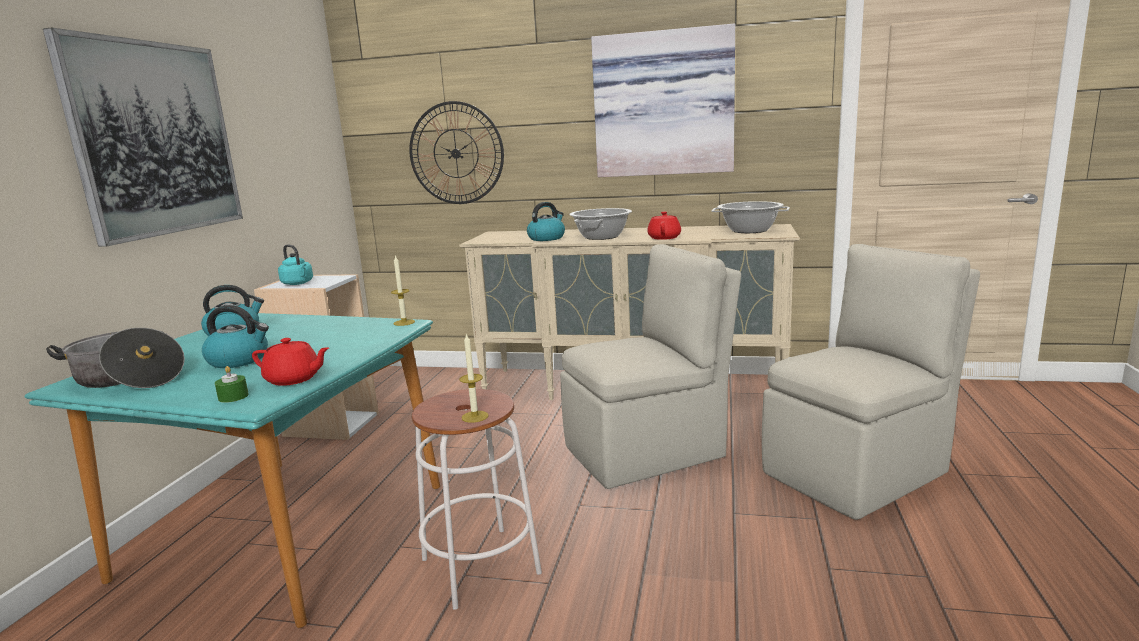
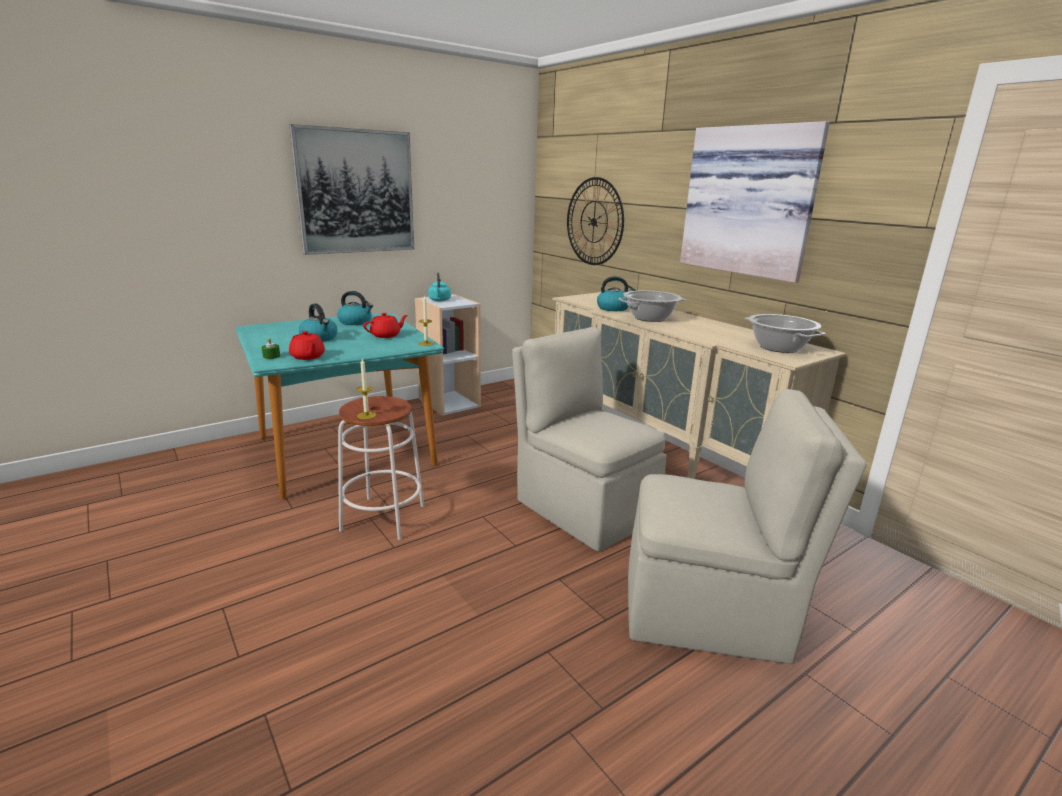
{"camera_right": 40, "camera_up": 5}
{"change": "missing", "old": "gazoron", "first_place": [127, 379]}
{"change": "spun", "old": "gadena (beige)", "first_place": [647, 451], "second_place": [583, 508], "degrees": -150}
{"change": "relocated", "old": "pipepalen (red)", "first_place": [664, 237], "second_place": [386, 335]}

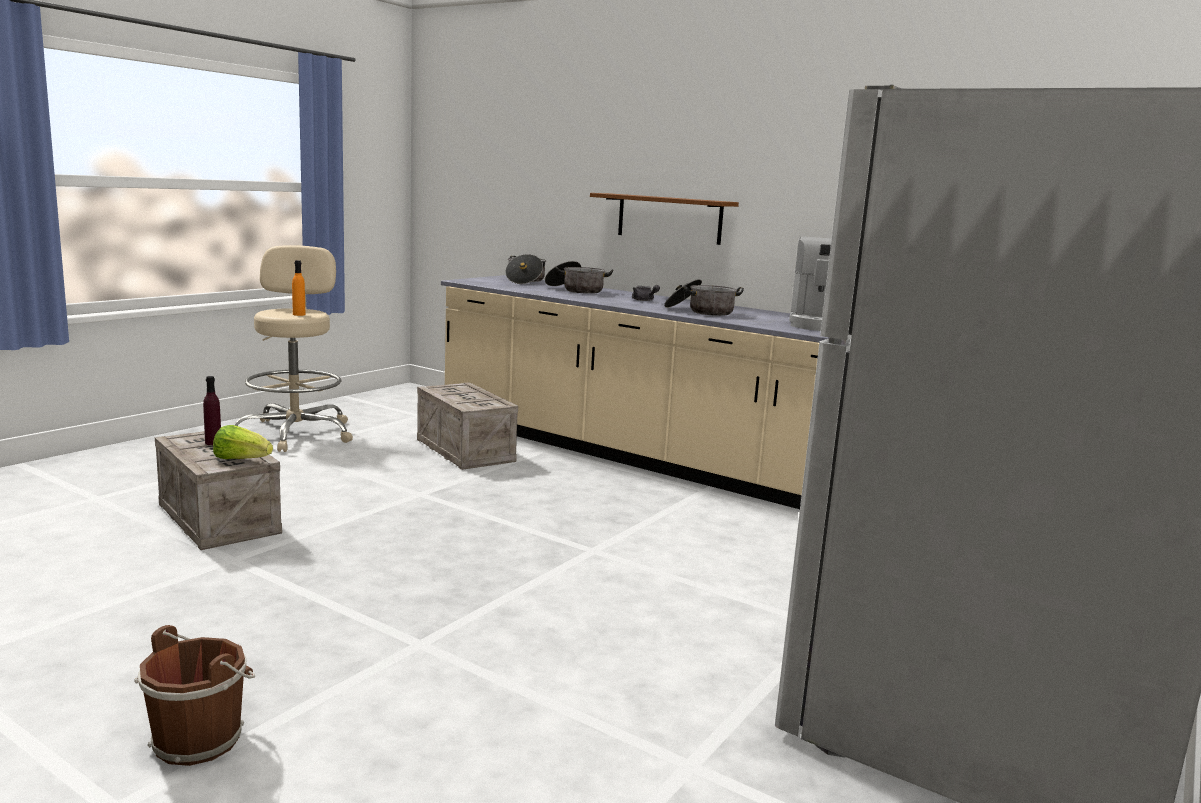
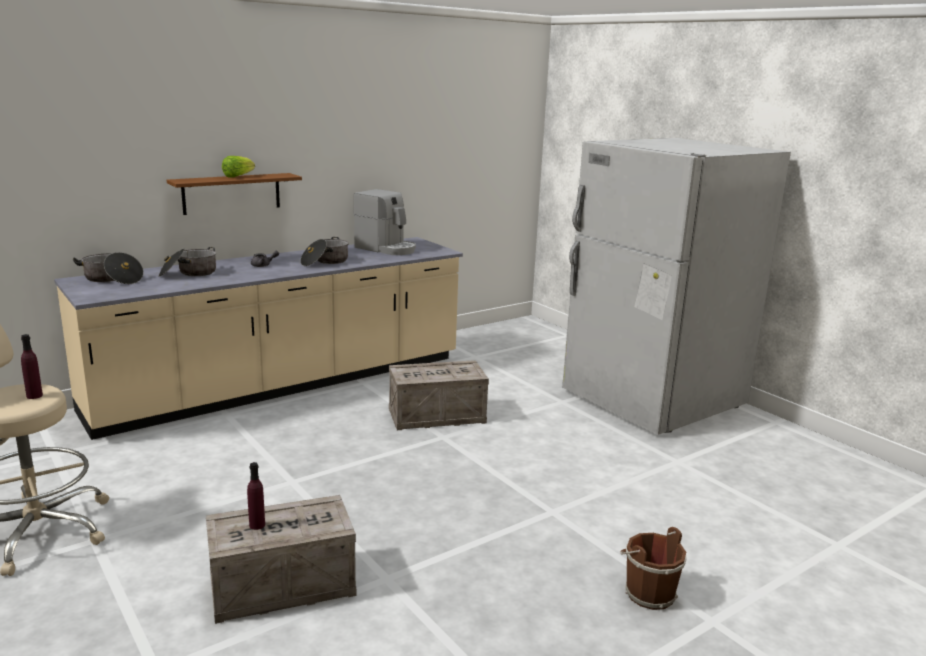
{"camera_right": -70, "camera_up": 5}
{"change": "relocated", "old": "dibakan", "first_place": [241, 460], "second_place": [238, 176]}
{"change": "colour", "old": "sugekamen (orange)", "new": "sugekamen (purple)", "first_place": [299, 314], "second_place": [34, 396]}
{"change": "relocated", "old": "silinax", "first_place": [466, 450], "second_place": [438, 415]}

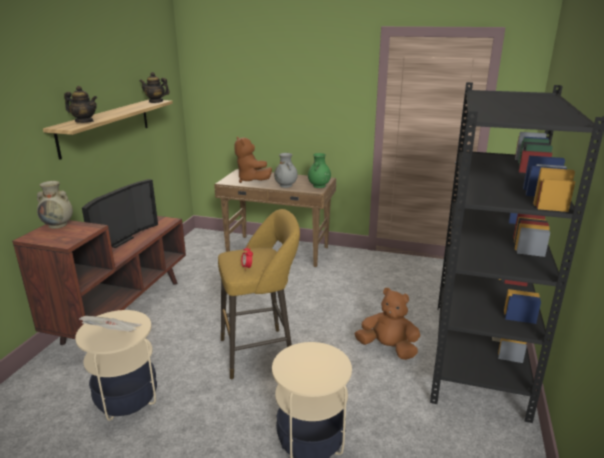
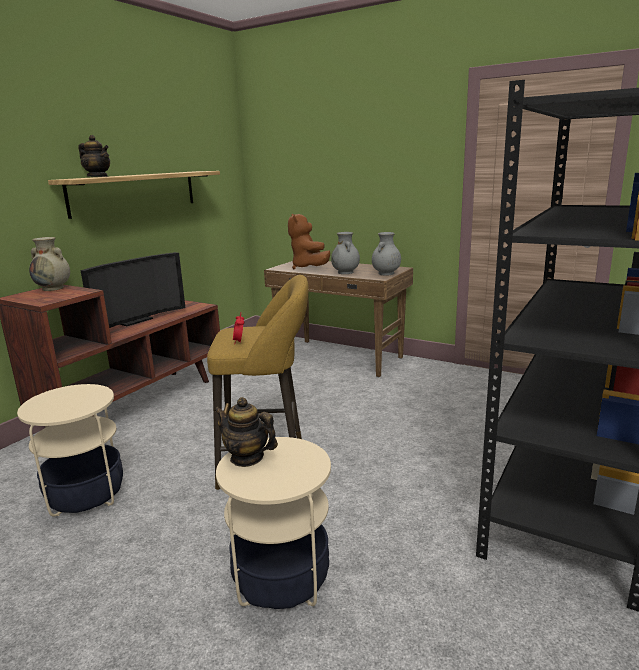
{"camera_right": 15, "camera_up": -5}
{"change": "missing", "old": "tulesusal", "first_place": [114, 335]}
{"change": "relocated", "old": "pipepalen", "first_place": [156, 101], "second_place": [247, 458]}
{"change": "colour", "old": "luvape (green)", "new": "luvape (grey)", "first_place": [319, 186], "second_place": [386, 273]}
{"change": "missing", "old": "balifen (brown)", "first_place": [388, 348]}

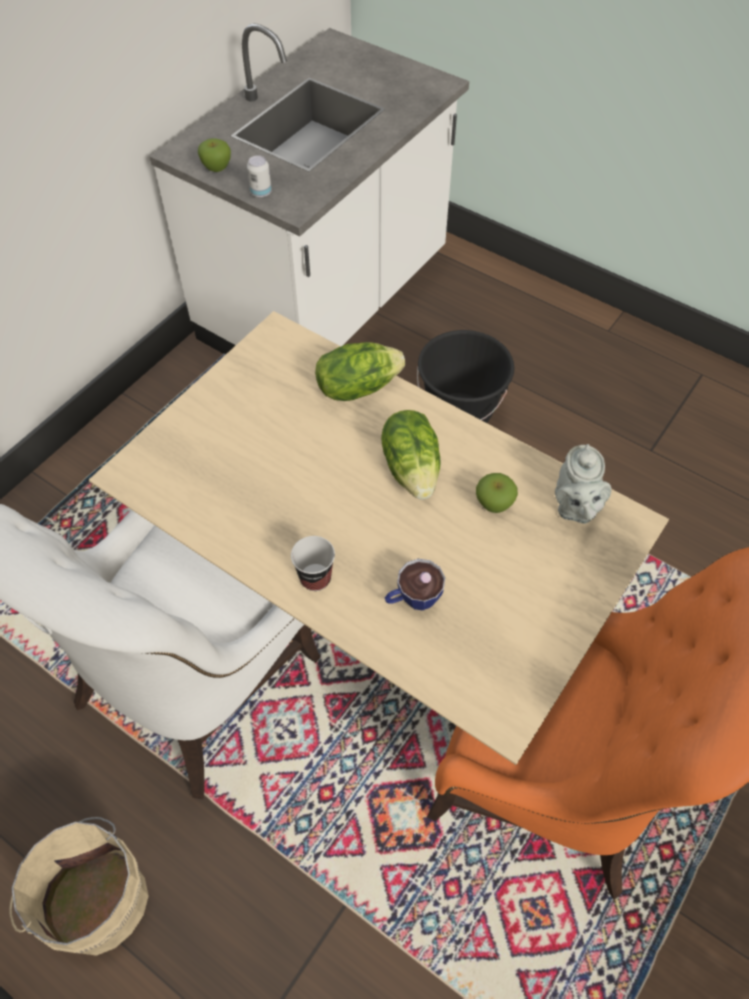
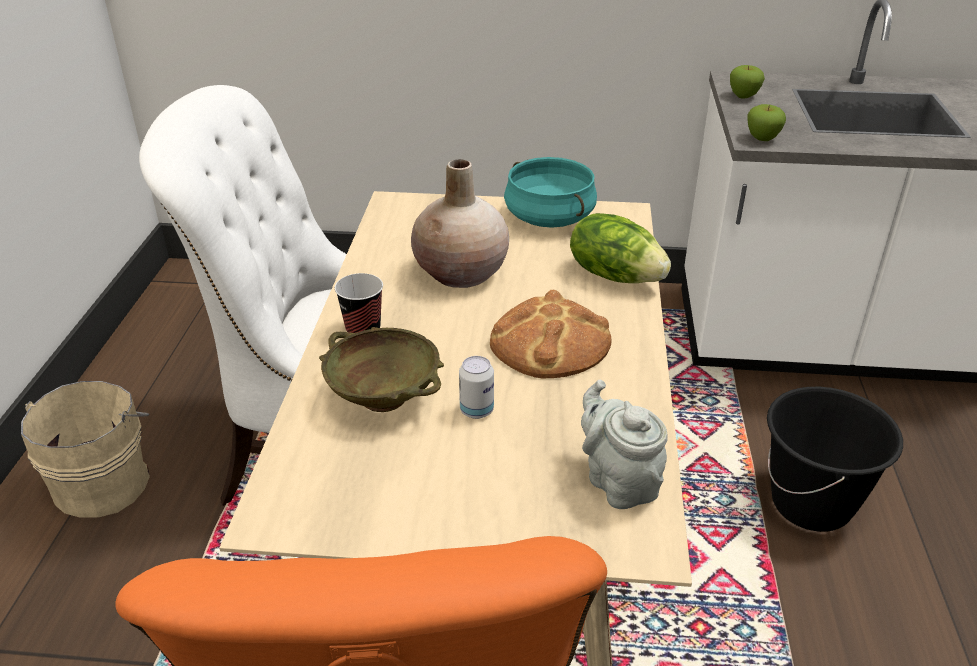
{"camera_right": 60, "camera_up": -20}
{"change": "relocated", "old": "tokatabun", "first_place": [261, 193], "second_place": [476, 410]}
{"change": "exchanged", "old": "dibakan", "new": "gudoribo", "first_place": [412, 468], "second_place": [550, 342]}
{"change": "exchanged", "old": "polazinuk", "new": "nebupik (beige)", "first_place": [412, 599], "second_place": [383, 397]}
{"change": "relocated", "old": "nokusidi", "first_place": [494, 504], "second_place": [762, 139]}
{"change": "spun", "old": "pipepalen (grey)", "first_place": [574, 508], "second_place": [618, 481], "degrees": 90}
{"change": "appeared", "new": "luvape (beige)", "second_place": [461, 273]}
{"change": "appeared", "new": "gazoron (turquoise)", "second_place": [548, 218]}

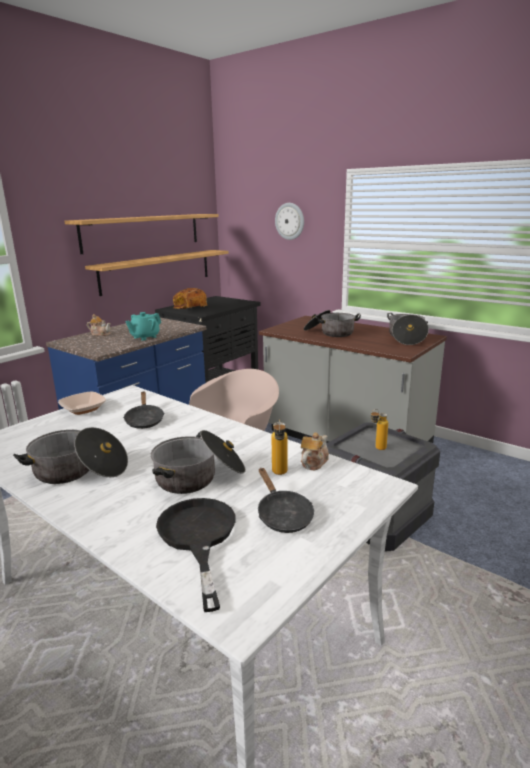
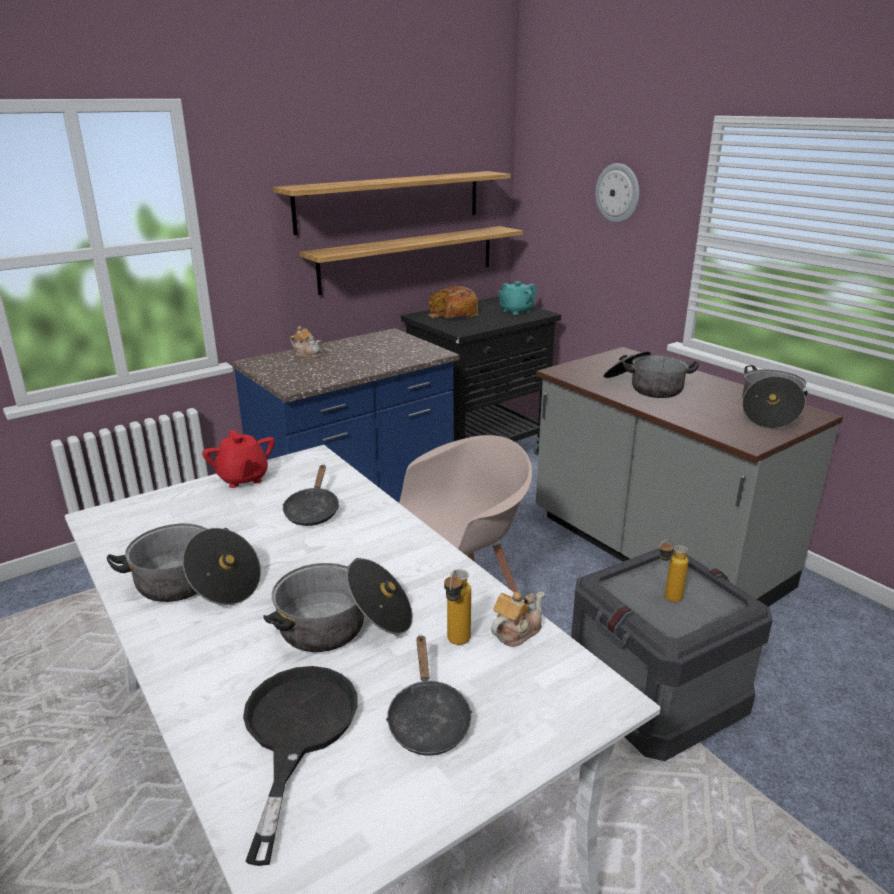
{"camera_right": 15, "camera_up": 5}
{"change": "exchanged", "old": "nebupik", "new": "pipepalen (red)", "first_place": [83, 409], "second_place": [243, 478]}
{"change": "relocated", "old": "pipepalen (turquoise)", "first_place": [144, 337], "second_place": [516, 311]}

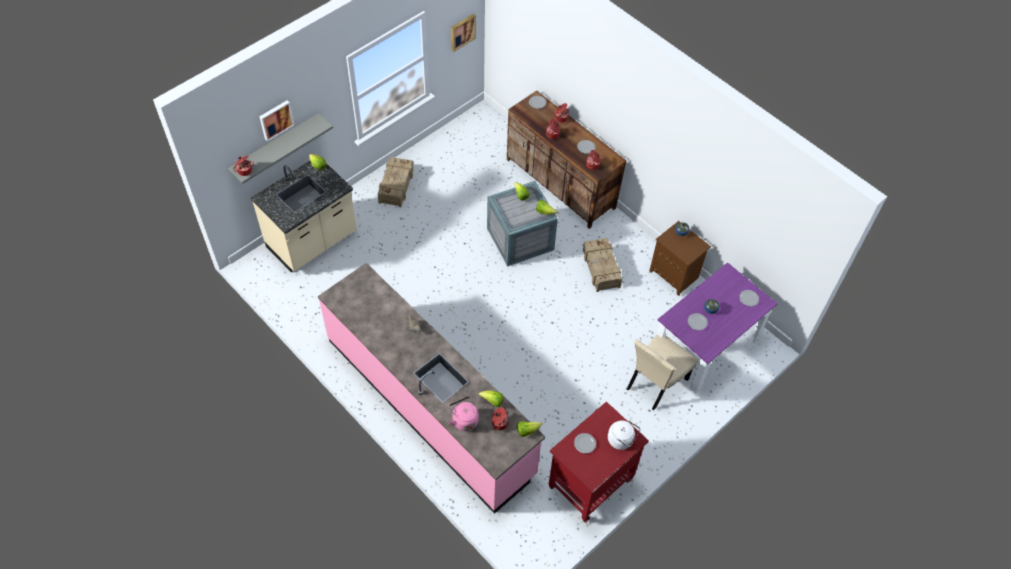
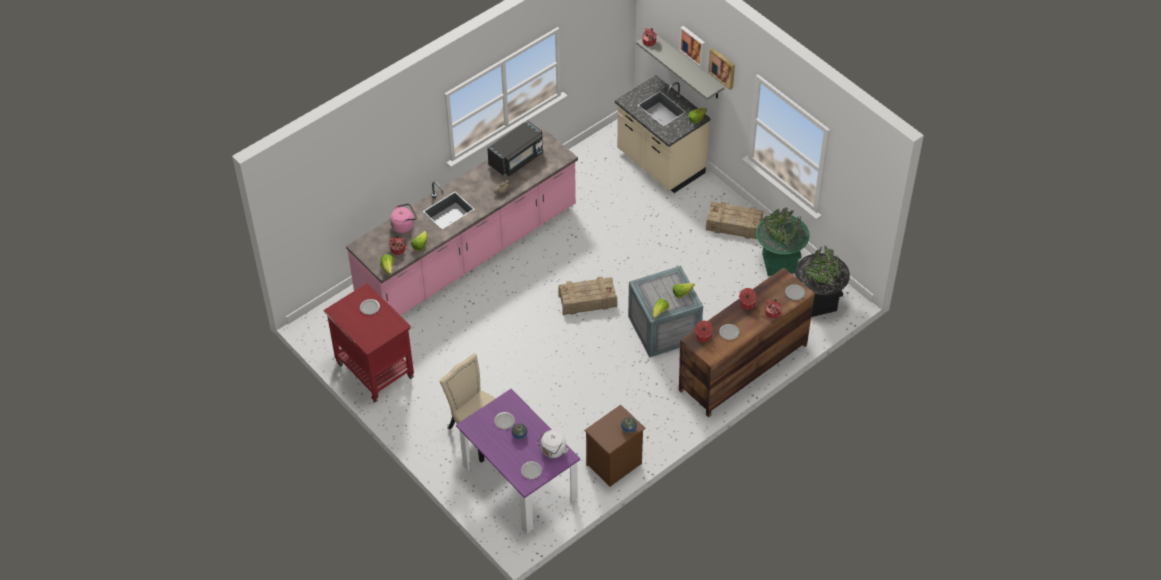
{"camera_right": 95, "camera_up": -5}
{"change": "relocated", "old": "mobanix", "first_place": [462, 32], "second_place": [722, 67]}
{"change": "relocated", "old": "silinax", "first_place": [601, 269], "second_place": [587, 301]}
{"change": "relocated", "old": "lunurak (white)", "first_place": [622, 440], "second_place": [552, 451]}
{"change": "appeared", "new": "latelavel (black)", "second_place": [516, 159]}
{"change": "appeared", "new": "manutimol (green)", "second_place": [779, 263]}
{"change": "appeared", "new": "manutimol (black)", "second_place": [818, 303]}

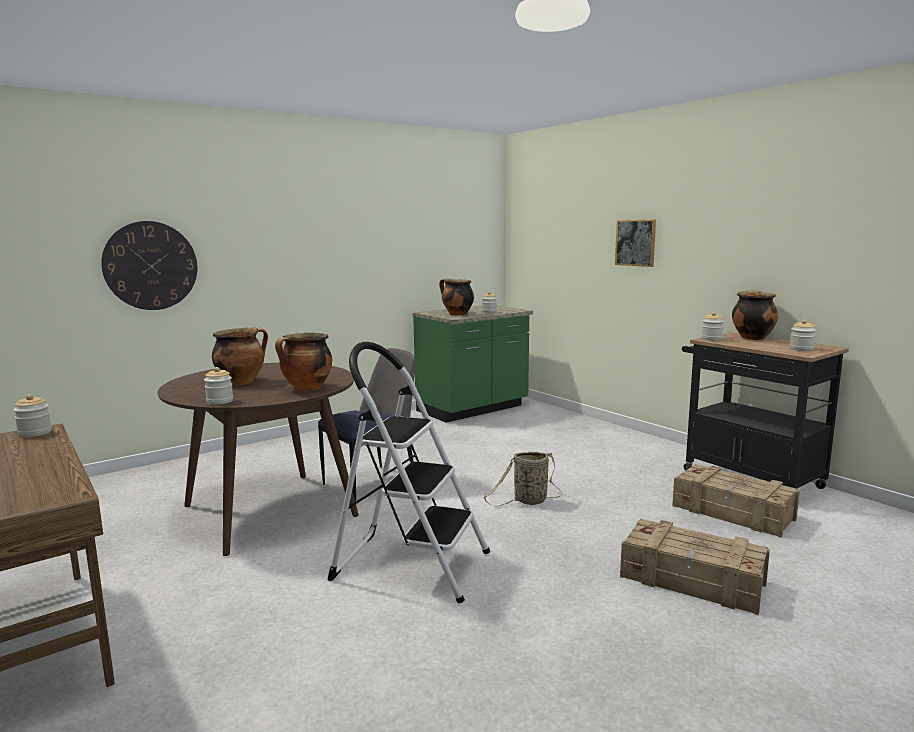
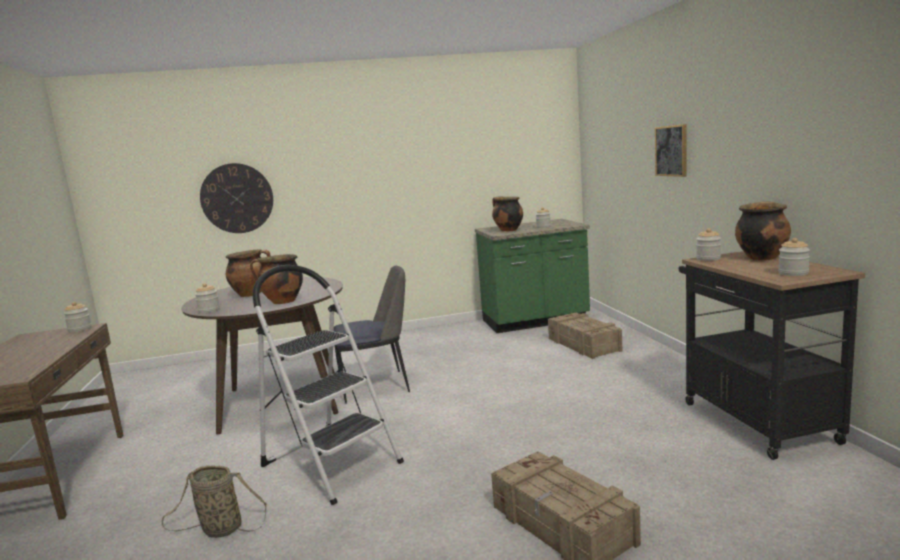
{"camera_right": 25, "camera_up": 0}
{"change": "relocated", "old": "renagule", "first_place": [528, 501], "second_place": [219, 529]}
{"change": "relocated", "old": "silinax", "first_place": [733, 513], "second_place": [583, 345]}

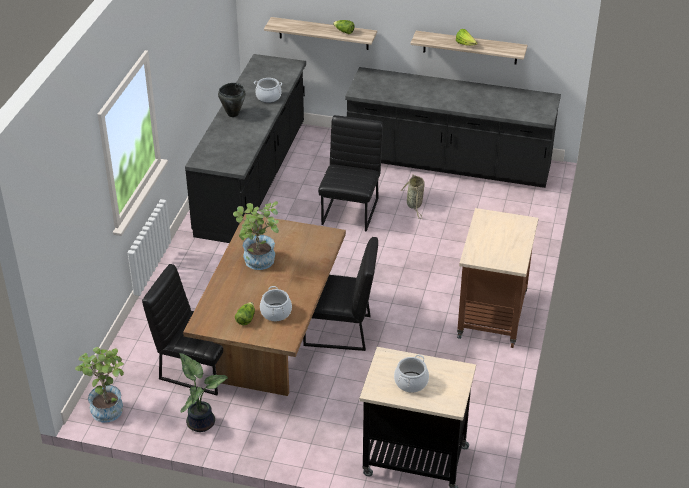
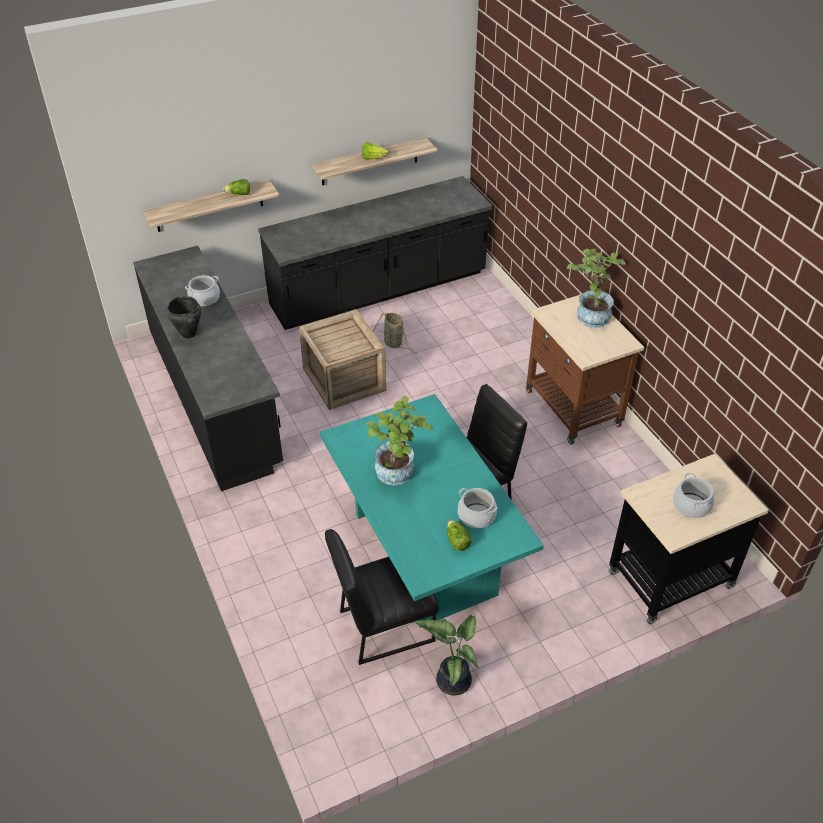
{"camera_right": -40, "camera_up": 5}
{"change": "relocated", "old": "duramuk", "first_place": [108, 407], "second_place": [589, 314]}
{"change": "colour", "old": "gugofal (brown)", "new": "gugofal (turquoise)", "first_place": [272, 344], "second_place": [425, 553]}
{"change": "exchanged", "old": "gadena (black)", "new": "silinax", "first_place": [351, 210], "second_place": [344, 378]}

